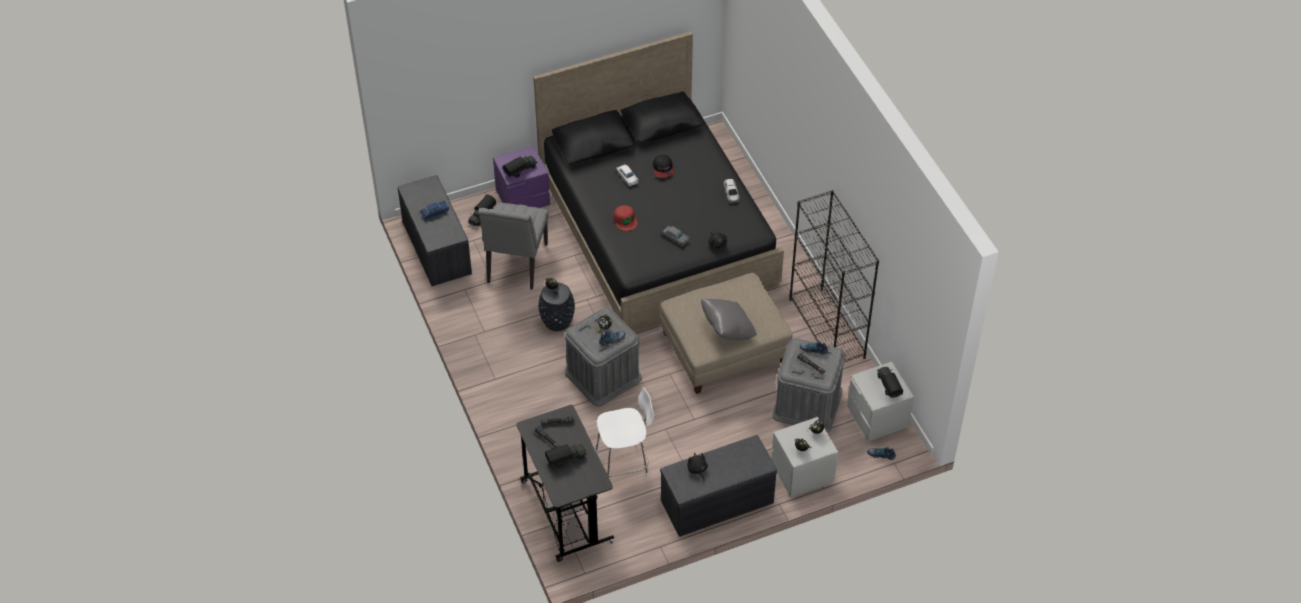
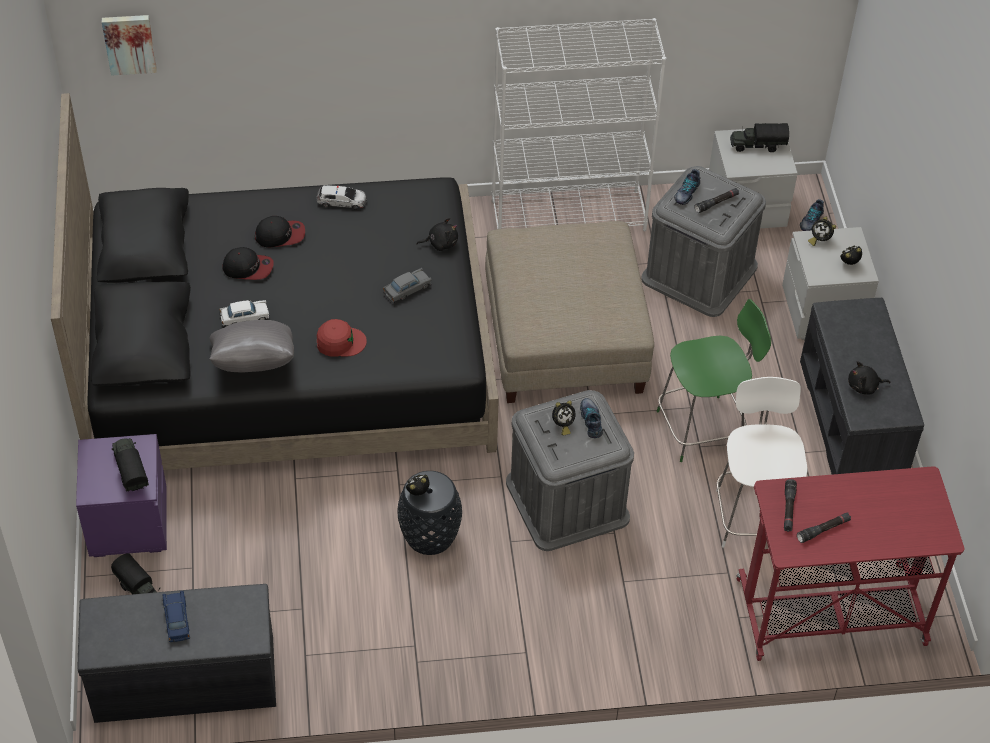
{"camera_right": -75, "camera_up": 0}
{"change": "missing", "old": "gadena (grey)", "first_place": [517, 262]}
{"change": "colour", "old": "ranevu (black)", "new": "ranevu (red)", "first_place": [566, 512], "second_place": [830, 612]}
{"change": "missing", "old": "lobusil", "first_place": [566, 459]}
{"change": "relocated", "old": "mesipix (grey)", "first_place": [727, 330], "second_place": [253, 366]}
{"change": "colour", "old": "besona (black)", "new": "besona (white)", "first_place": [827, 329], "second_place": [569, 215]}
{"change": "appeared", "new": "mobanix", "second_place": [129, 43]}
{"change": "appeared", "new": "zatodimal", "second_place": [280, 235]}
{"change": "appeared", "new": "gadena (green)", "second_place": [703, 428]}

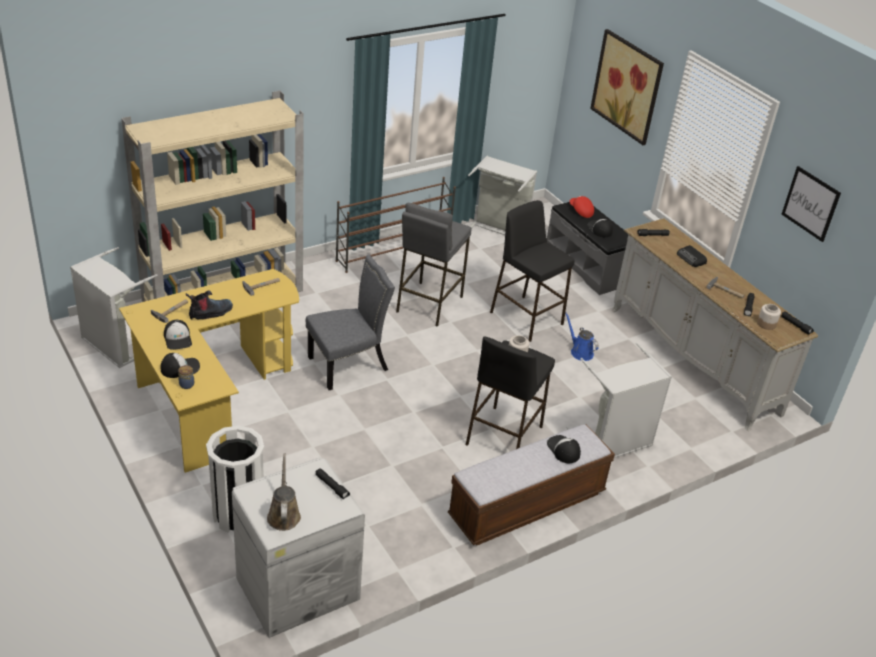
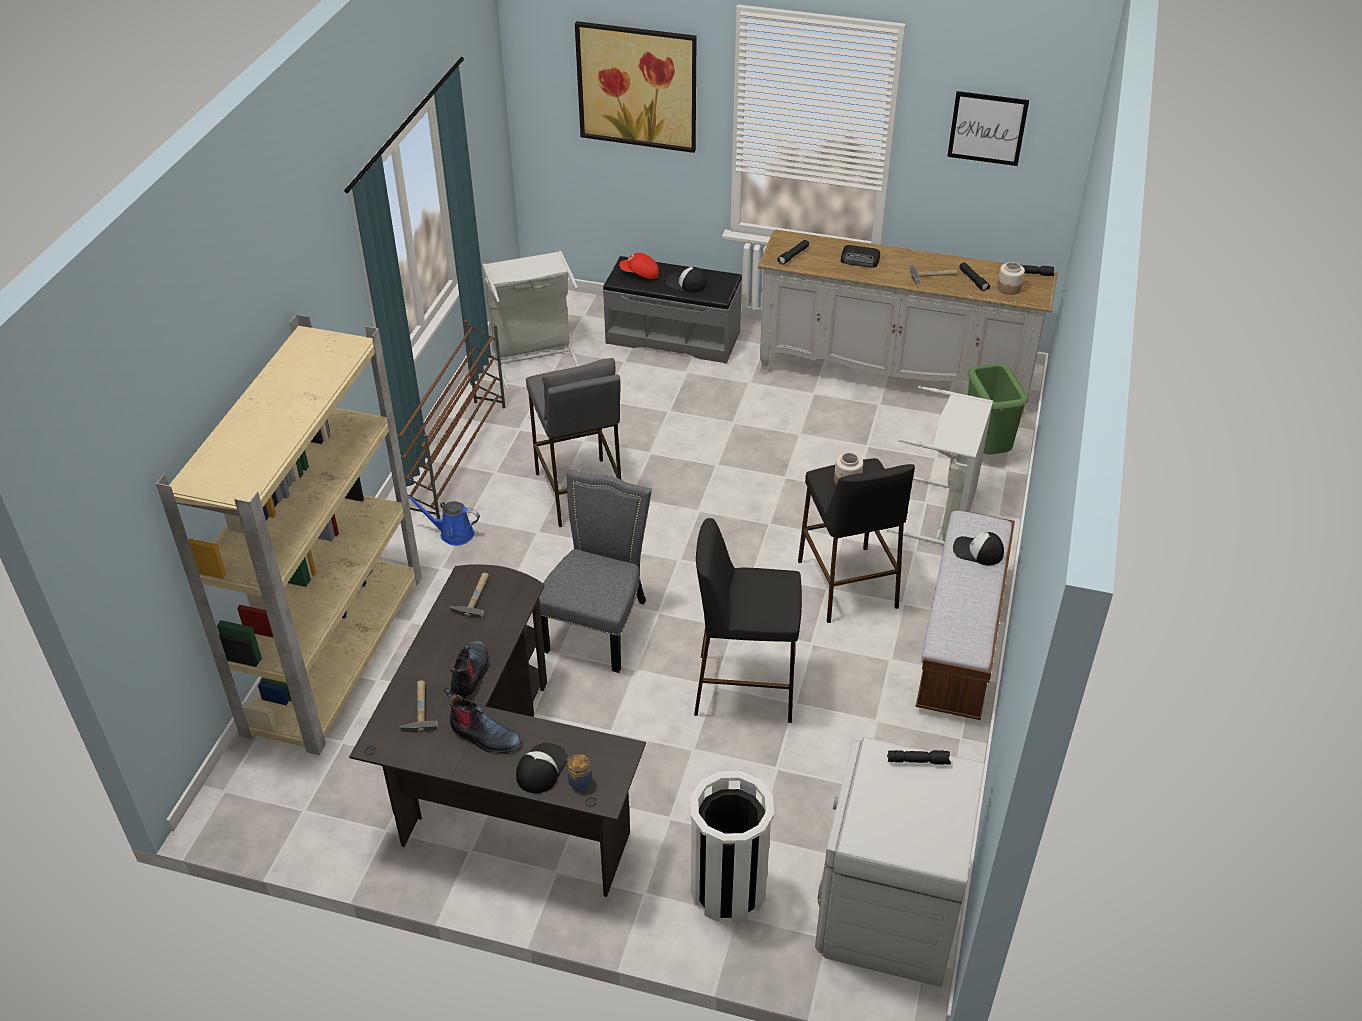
{"camera_right": -40, "camera_up": 5}
{"change": "missing", "old": "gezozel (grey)", "first_place": [115, 345]}
{"change": "colour", "old": "ranevu (yellow)", "new": "ranevu (black)", "first_place": [208, 394], "second_place": [497, 785]}
{"change": "exchanged", "old": "zatodimal", "new": "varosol", "first_place": [178, 339], "second_place": [483, 736]}
{"change": "missing", "old": "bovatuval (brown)", "first_place": [283, 514]}
{"change": "relocated", "old": "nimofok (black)", "first_place": [526, 318], "second_place": [744, 688]}
{"change": "relocated", "old": "bovatuval (blue)", "first_place": [580, 352], "second_place": [453, 533]}
{"change": "appeared", "new": "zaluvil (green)", "second_place": [986, 450]}

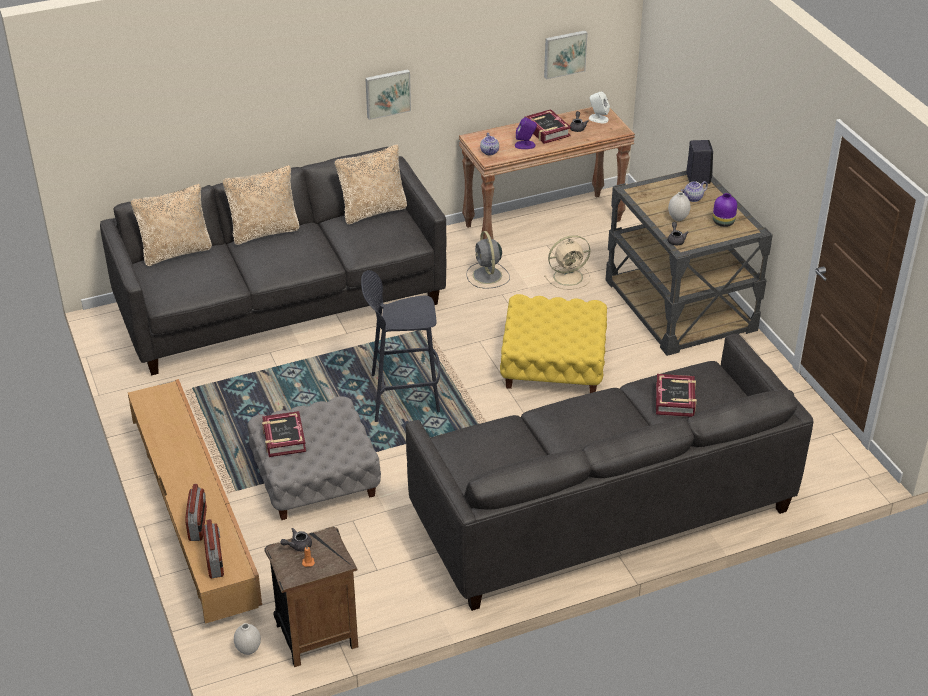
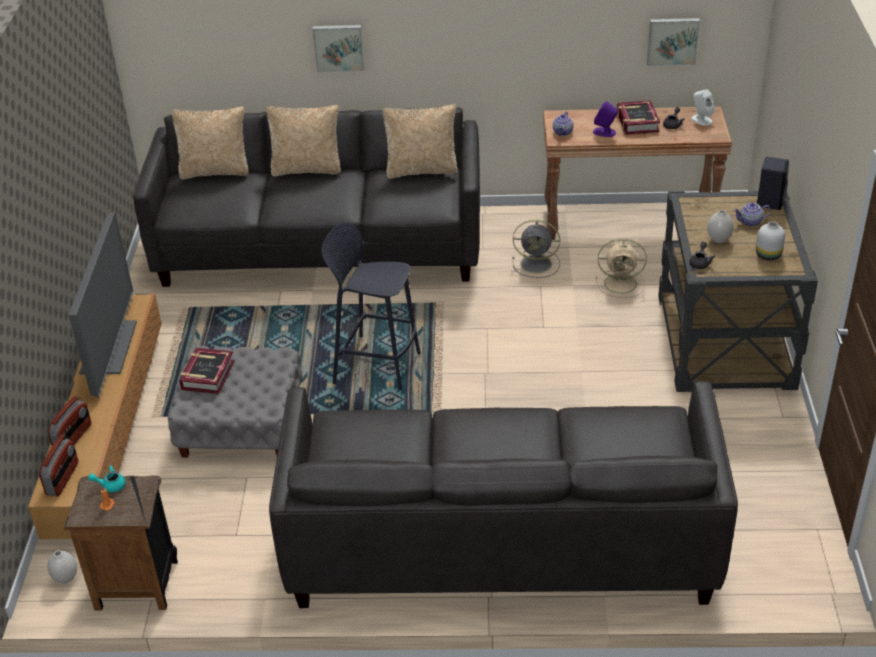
{"camera_right": 25, "camera_up": 0}
{"change": "colour", "old": "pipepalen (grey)", "new": "pipepalen (turquoise)", "first_place": [298, 545], "second_place": [110, 485]}
{"change": "relocated", "old": "mobanix", "first_place": [387, 93], "second_place": [339, 47]}
{"change": "spun", "old": "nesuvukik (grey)", "first_place": [487, 276], "second_place": [537, 264], "degrees": -90}
{"change": "missing", "old": "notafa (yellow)", "first_place": [553, 363]}
{"change": "missing", "old": "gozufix", "first_place": [675, 400]}
{"change": "colour", "old": "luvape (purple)", "new": "luvape (white)", "first_place": [723, 222], "second_place": [767, 255]}
{"change": "appeared", "new": "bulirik", "second_place": [109, 346]}

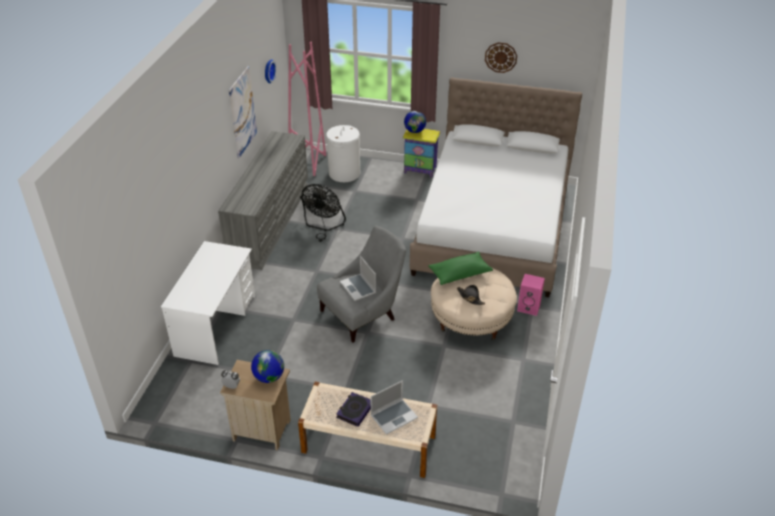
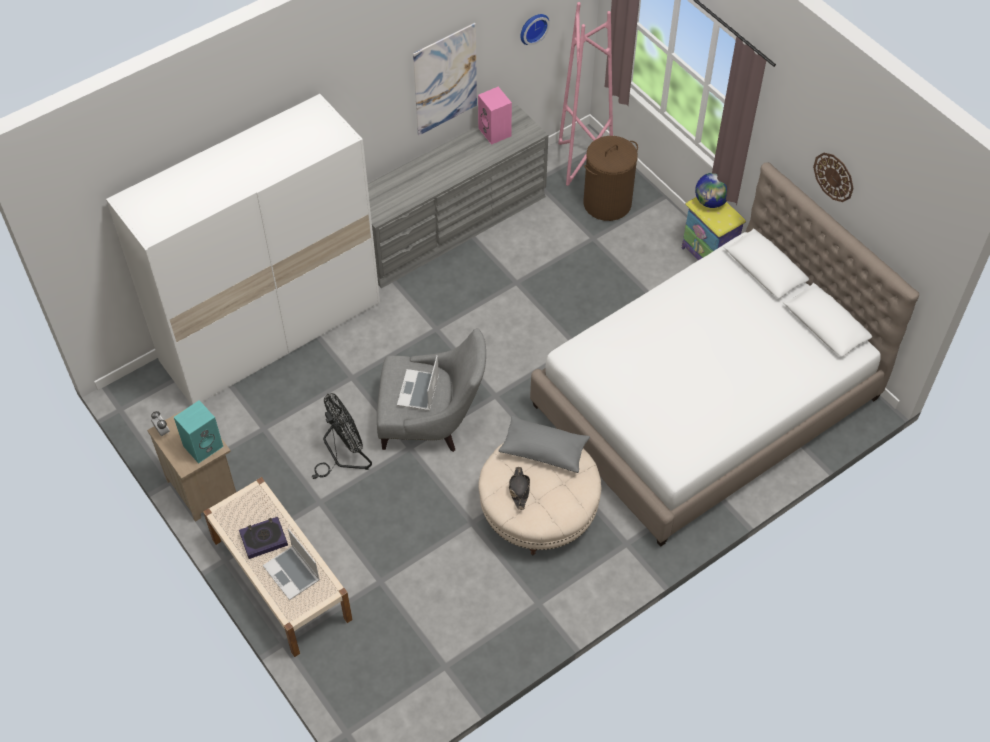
{"camera_right": 40, "camera_up": 15}
{"change": "exchanged", "old": "ranevu (white)", "new": "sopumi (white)", "first_place": [216, 325], "second_place": [271, 332]}
{"change": "exchanged", "old": "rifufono", "new": "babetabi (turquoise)", "first_place": [269, 377], "second_place": [203, 445]}
{"change": "relocated", "old": "nesuvukik (black)", "first_place": [321, 225], "second_place": [341, 451]}
{"change": "colour", "old": "gezozel (white)", "new": "gezozel (brown)", "first_place": [344, 173], "second_place": [607, 203]}
{"change": "spun", "old": "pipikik", "first_place": [394, 416], "second_place": [293, 573], "degrees": 45}
{"change": "colour", "old": "mesipix (green)", "new": "mesipix (grey)", "first_place": [459, 274], "second_place": [544, 450]}
{"change": "relocated", "old": "babetabi (pink)", "first_place": [529, 307], "second_place": [495, 132]}

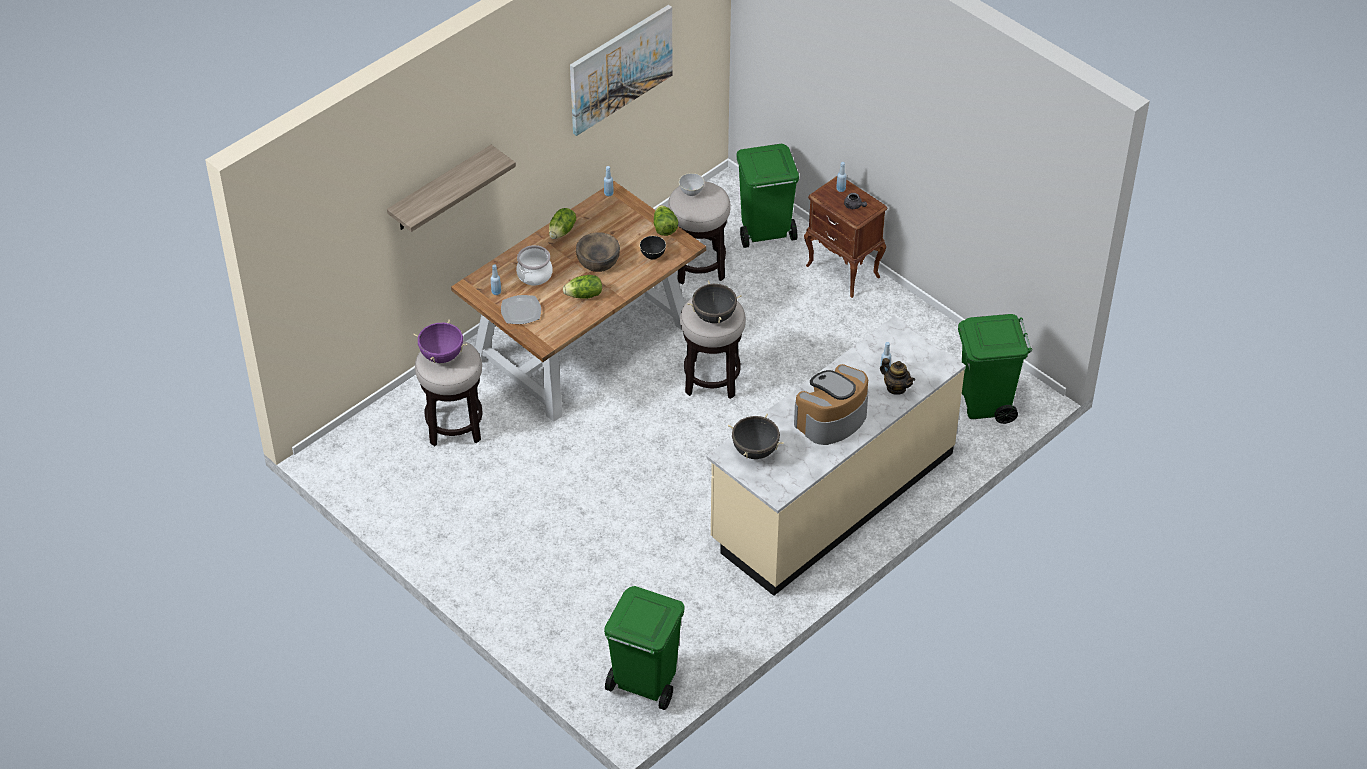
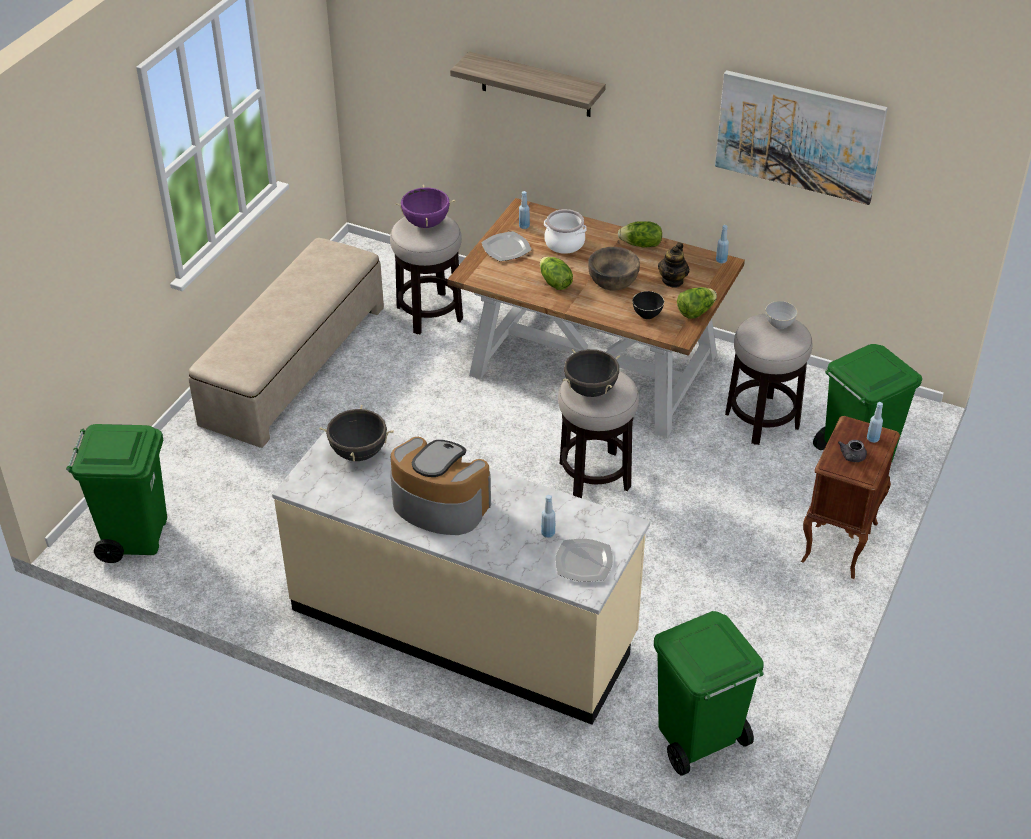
{"camera_right": 70, "camera_up": -5}
{"change": "relocated", "old": "pipepalen", "first_place": [896, 388], "second_place": [673, 281]}
{"change": "appeared", "new": "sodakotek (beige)", "second_place": [294, 363]}
{"change": "appeared", "new": "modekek", "second_place": [583, 562]}

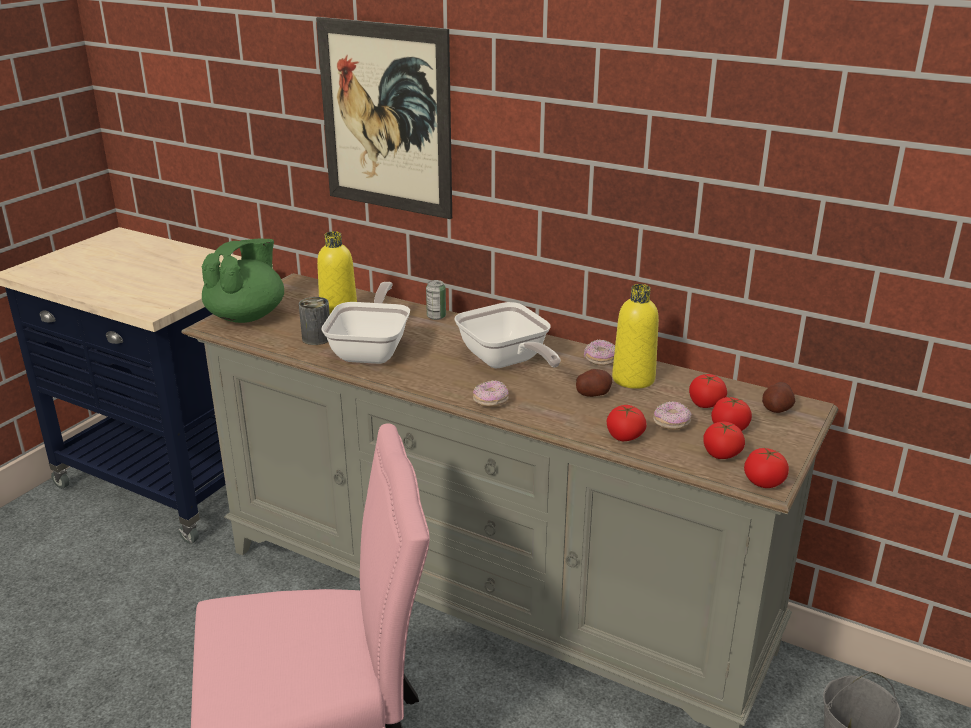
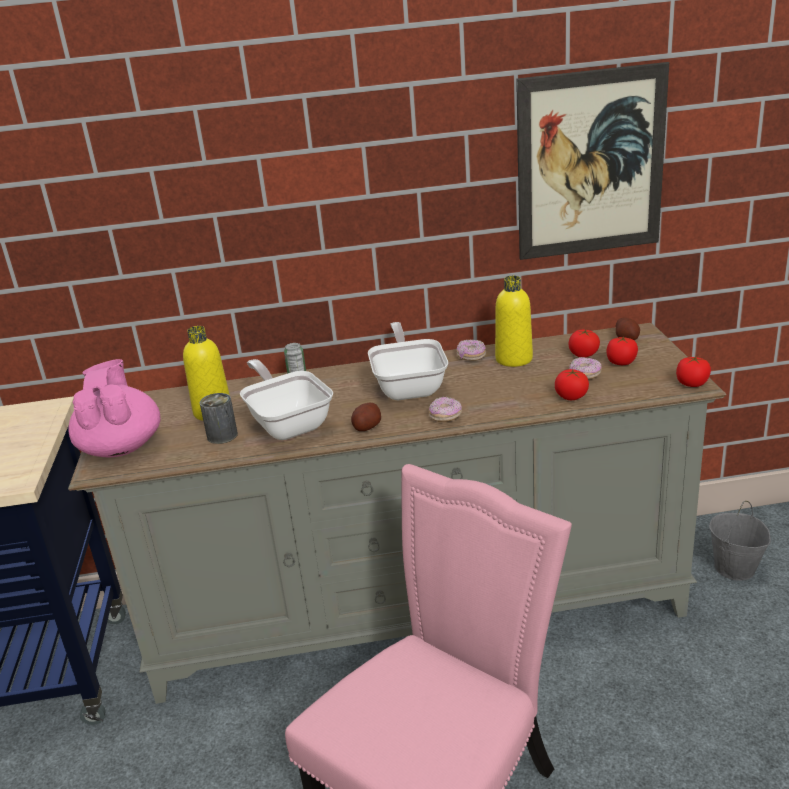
{"camera_right": -35, "camera_up": 0}
{"change": "colour", "old": "pipepalen (green)", "new": "pipepalen (pink)", "first_place": [247, 316], "second_place": [121, 447]}
{"change": "relocated", "old": "mobanix", "first_place": [386, 118], "second_place": [590, 164]}
{"change": "spun", "old": "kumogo", "first_place": [506, 362], "second_place": [409, 386], "degrees": -120}
{"change": "relocated", "old": "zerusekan", "first_place": [593, 394], "second_place": [366, 427]}
{"change": "missing", "old": "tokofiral", "first_place": [721, 454]}

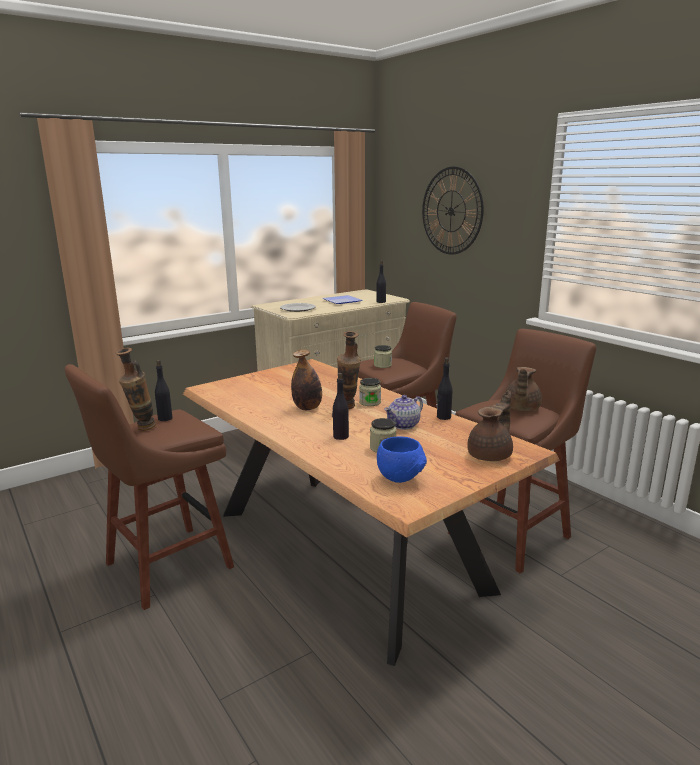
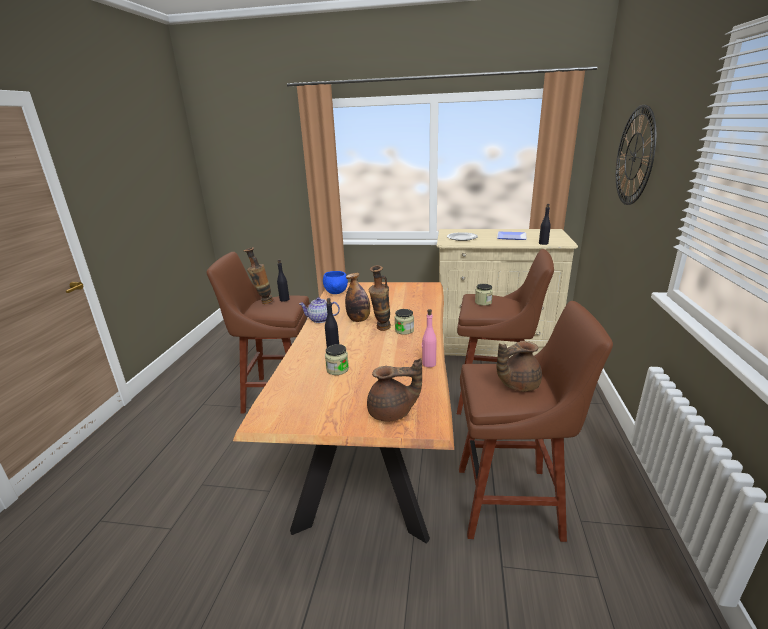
{"camera_right": 45, "camera_up": 5}
{"change": "relocated", "old": "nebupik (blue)", "first_place": [400, 479], "second_place": [336, 293]}
{"change": "relocated", "old": "pipepalen", "first_place": [404, 425], "second_place": [320, 319]}
{"change": "colour", "old": "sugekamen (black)", "new": "sugekamen (pink)", "first_place": [443, 417], "second_place": [429, 364]}

